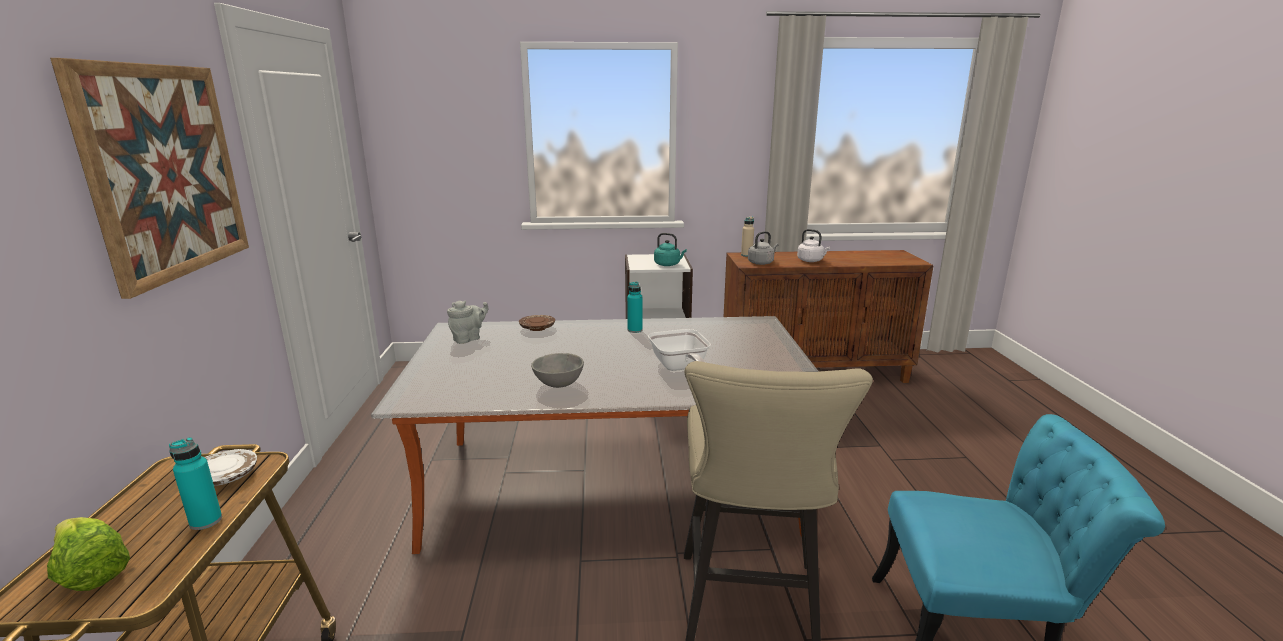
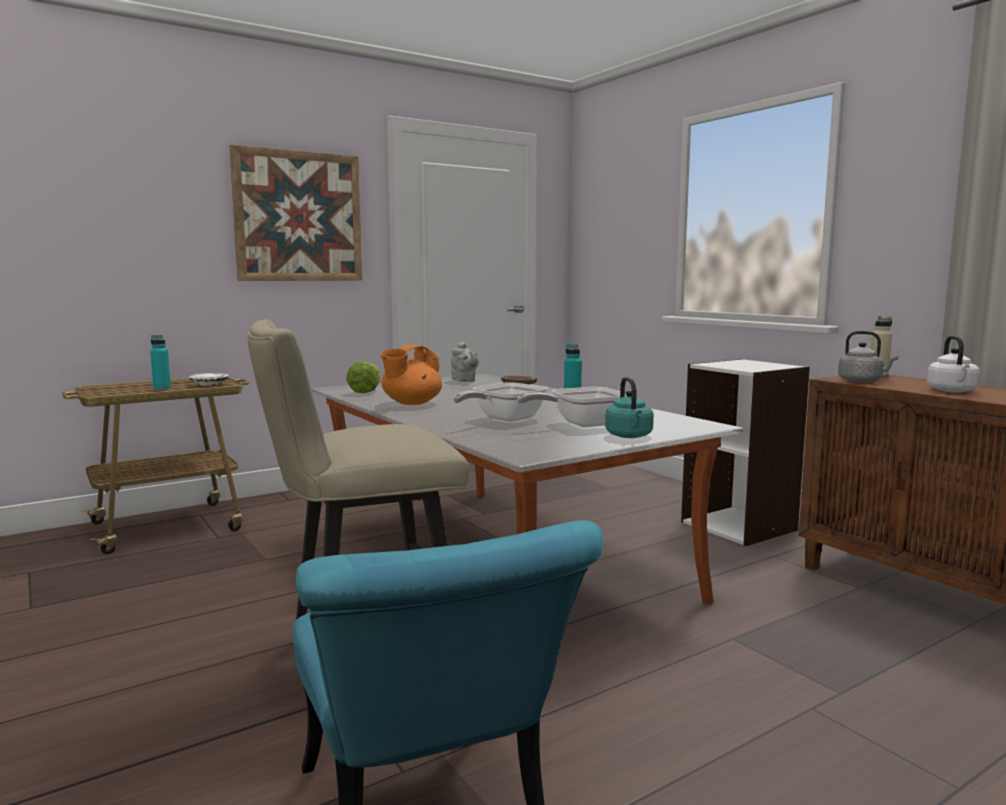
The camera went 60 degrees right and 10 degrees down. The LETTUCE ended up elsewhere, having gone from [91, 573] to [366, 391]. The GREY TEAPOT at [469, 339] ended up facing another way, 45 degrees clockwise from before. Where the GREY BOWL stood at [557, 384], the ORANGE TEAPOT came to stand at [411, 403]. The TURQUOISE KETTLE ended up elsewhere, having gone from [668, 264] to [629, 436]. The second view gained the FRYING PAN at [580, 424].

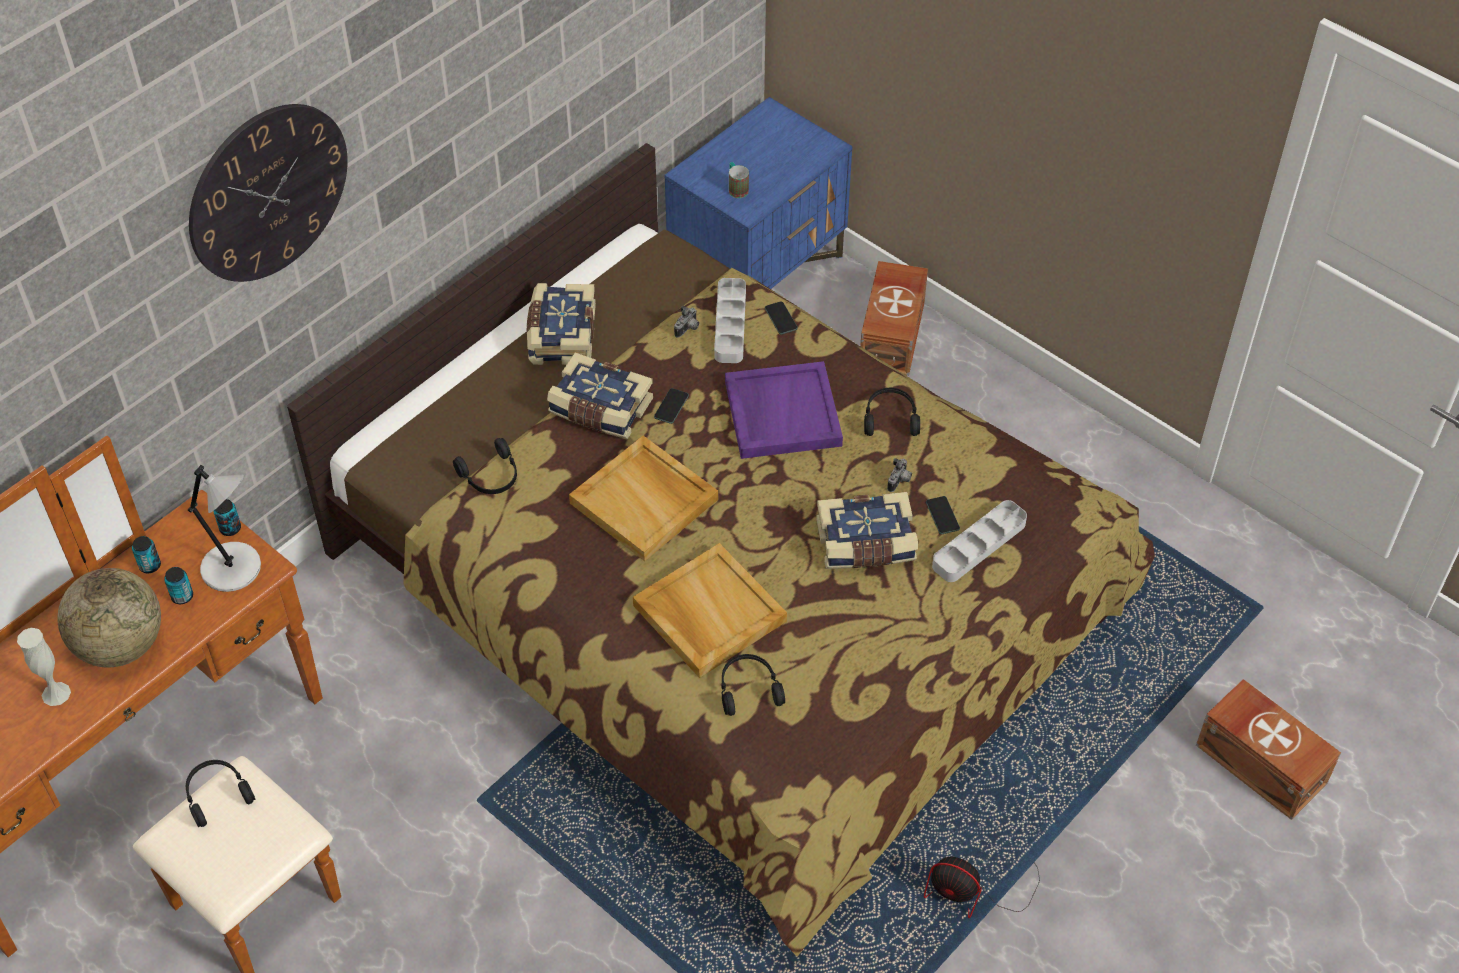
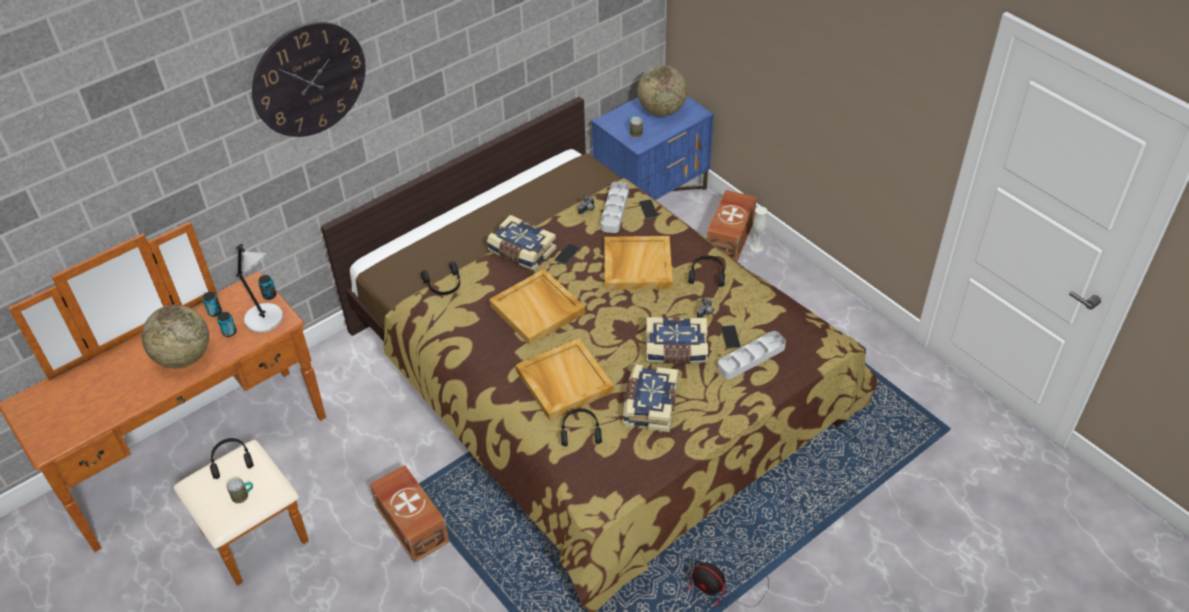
The camera went 10 degrees right and 5 degrees down. The WHITE VASE ended up elsewhere, having gone from [56, 694] to [757, 246]. The BOOK ended up elsewhere, having gone from [561, 335] to [649, 405]. What was the PURPLE TRAY at [781, 413] turned into the BEIGE TRAY at [637, 265]. The BROWN STORAGE BOX ended up elsewhere, having gone from [1260, 762] to [412, 522]. The second view gained the MUG at [244, 496]. The second view gained the GLOBE at [662, 111].

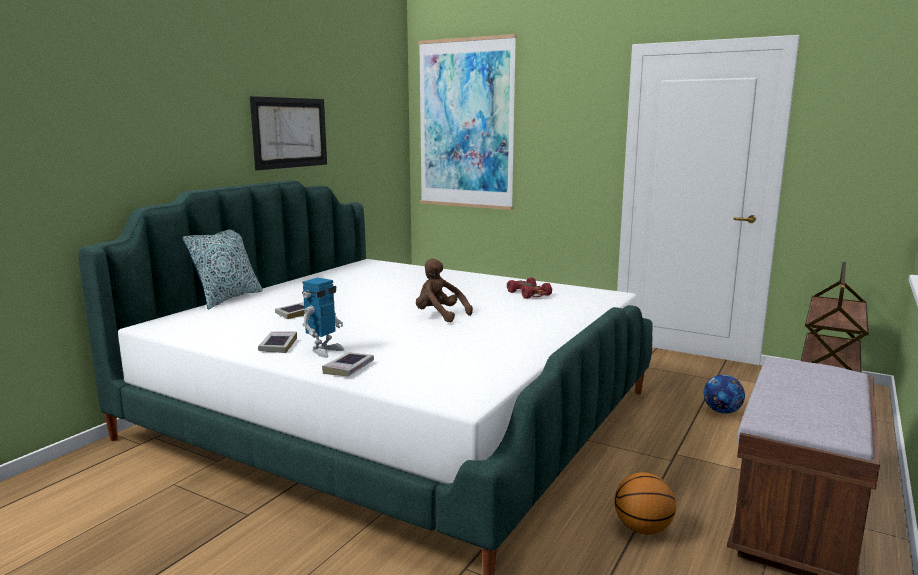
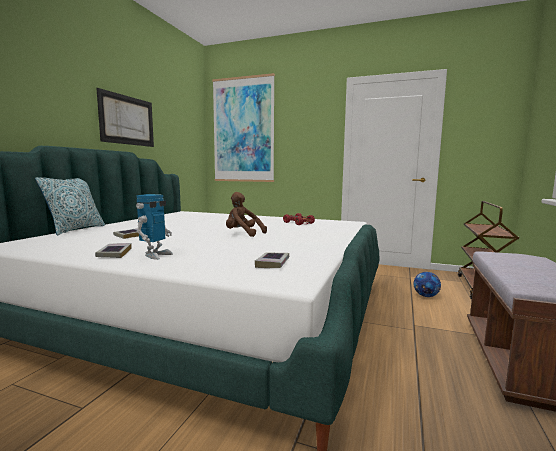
The camera went 10 degrees left and 5 degrees down. The BOOK ended up elsewhere, having gone from [348, 368] to [272, 263]. The second view lost the BASKETBALL at [643, 529].

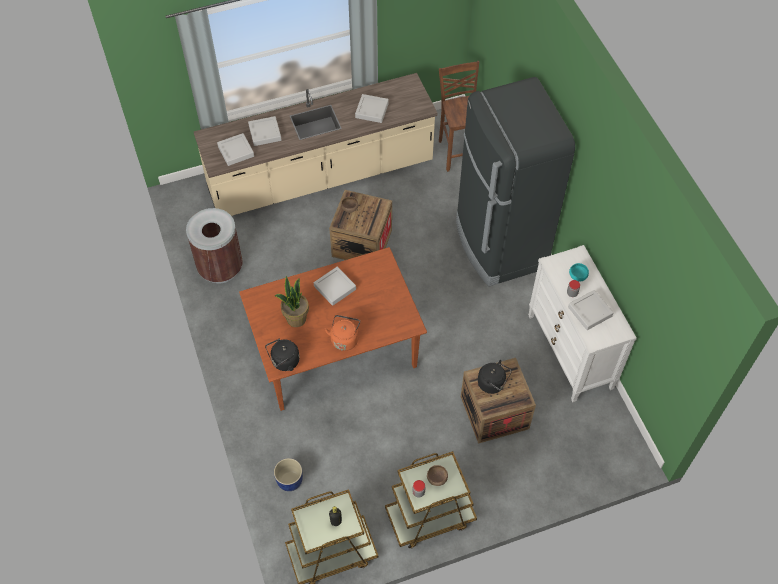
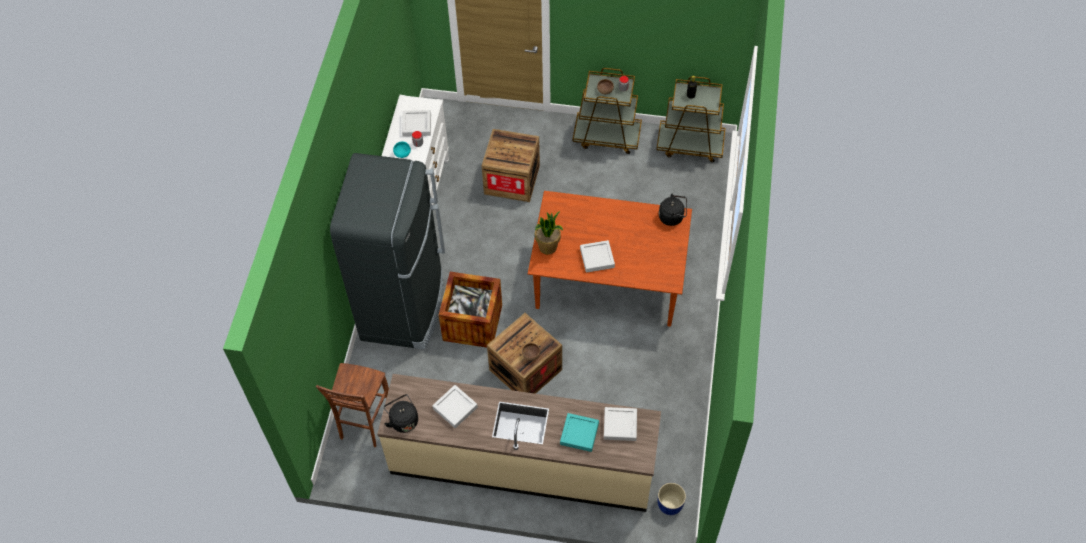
The camera went 150 degrees left and 0 degrees up. The second view lost the BROWN TRASH CAN at [220, 268]. What was the GREY TRAY at [265, 133] turned into the TURQUOISE TRAY at [579, 434]. The BLUE PLANTER ended up elsewhere, having gone from [289, 480] to [670, 505]. The POTTED PLANT ended up elsewhere, having gone from [296, 319] to [548, 247]. The second view lost the ORANGE KETTLE at [344, 339]. The BLACK KETTLE ended up elsewhere, having gone from [493, 384] to [403, 420]. The second view gained the CRATE at [472, 323].

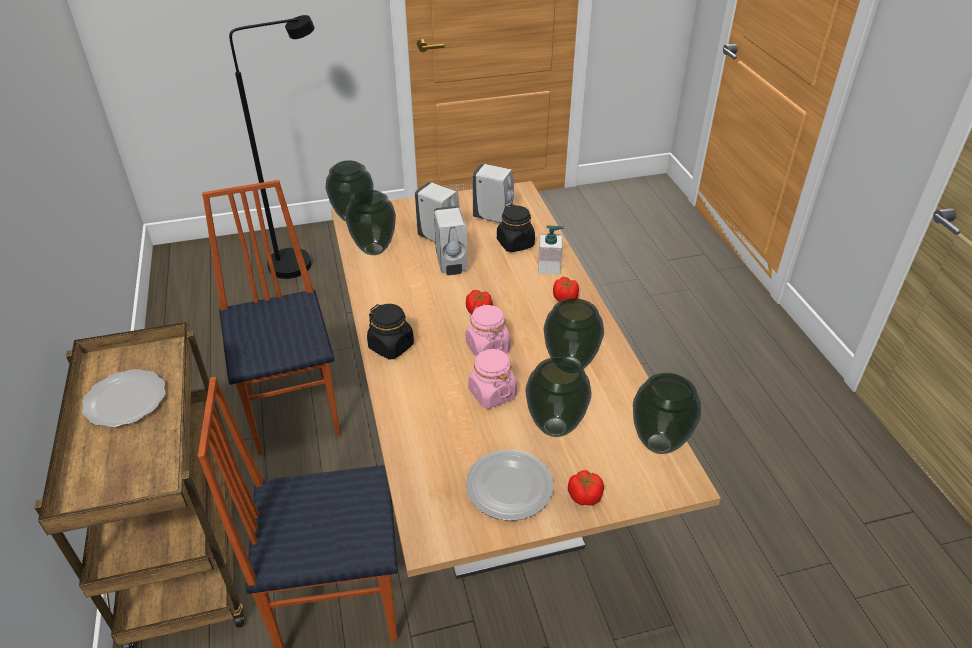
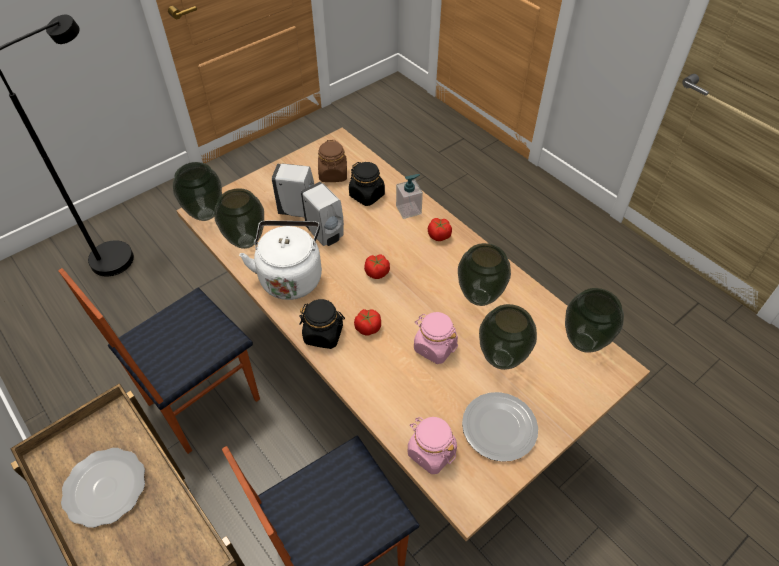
The camera went 25 degrees left and 10 degrees up. The CHAIR at [295, 410] ended up facing another way, 90 degrees counterclockwise from before. The PINK JAR ended up elsewhere, having gone from [487, 347] to [431, 452]. Where the WHITE SOAP DISPENSER stood at [494, 217], the BROWN JAR came to stand at [333, 174]. The TOMATO ended up elsewhere, having gone from [584, 496] to [367, 328]. The second view gained the WHITE KETTLE at [291, 276].

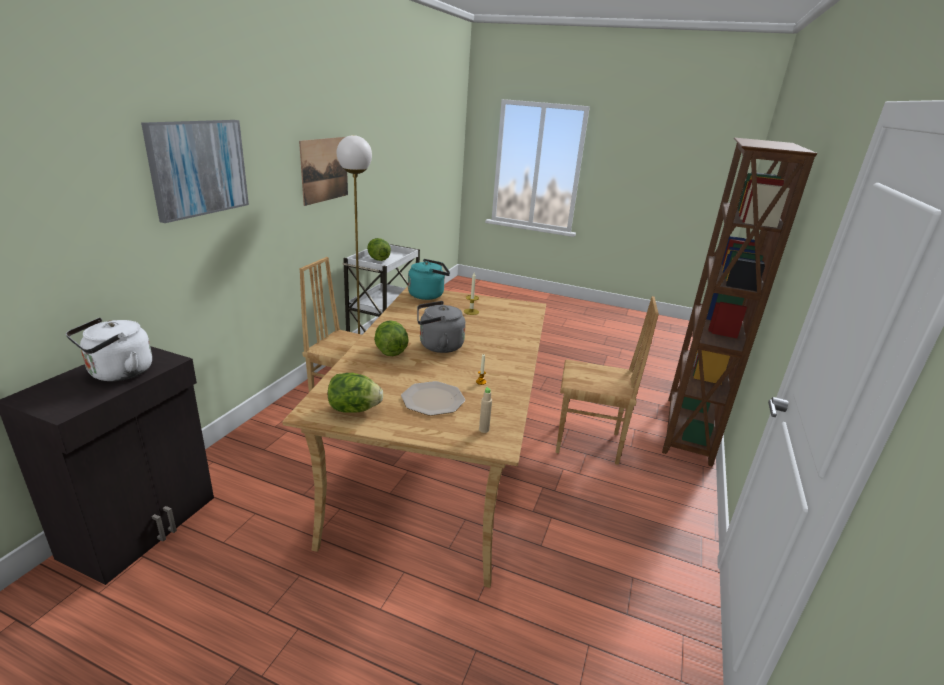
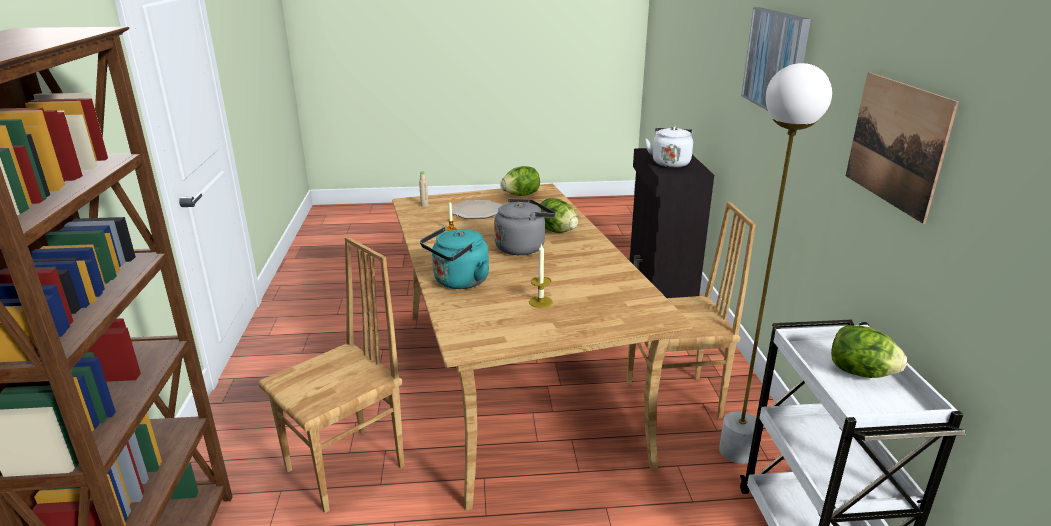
The camera went 155 degrees right and 0 degrees up. The TURQUOISE KETTLE ended up elsewhere, having gone from [428, 295] to [458, 282]. The BROWN CHAIR at [588, 444] ended up facing another way, 150 degrees clockwise from before.

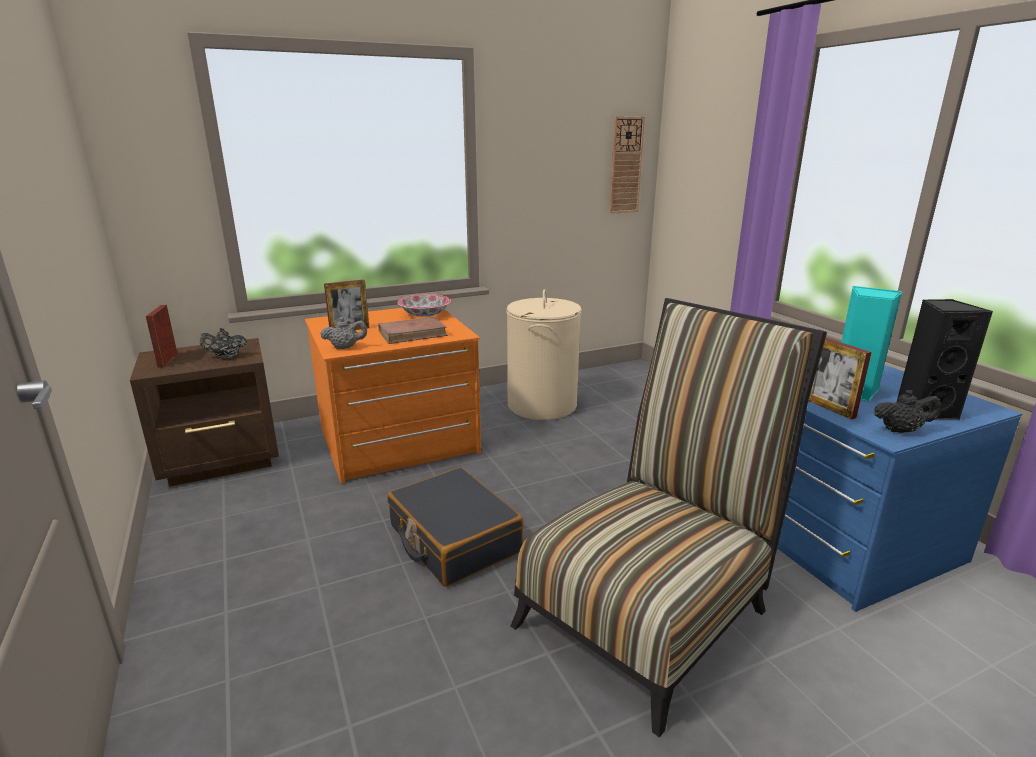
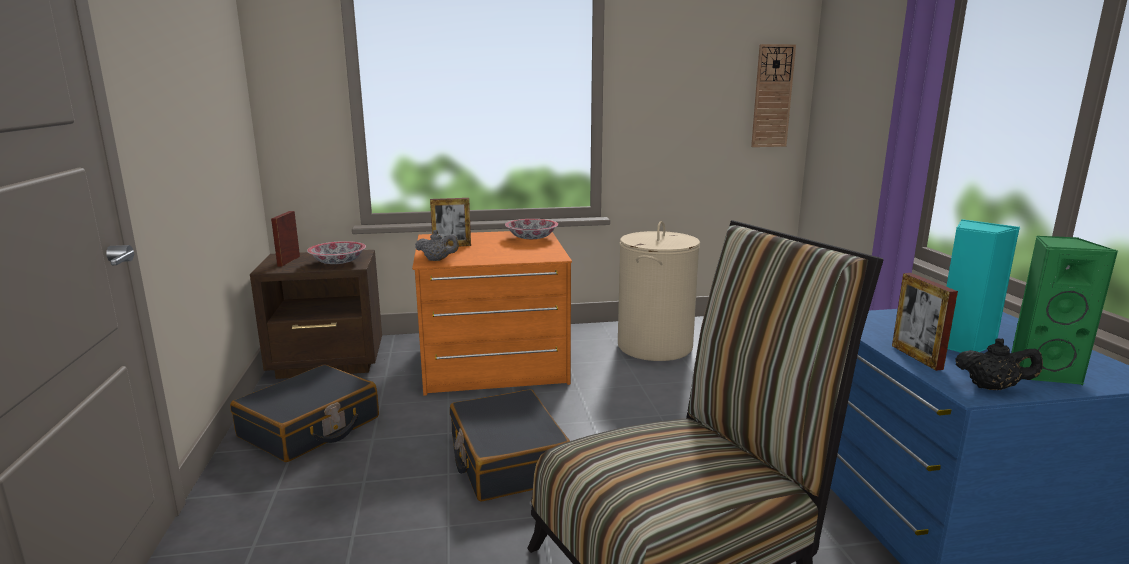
The camera went 15 degrees right and 5 degrees down. Where the BLACK TEAPOT stood at [226, 357], the BOWL came to stand at [337, 262]. The second view lost the BROWN BOOK at [413, 334]. What was the BLACK SPEAKER at [924, 411] turned into the GREEN SPEAKER at [1041, 372]. The second view gained the BLACK SUITCASE at [310, 428].

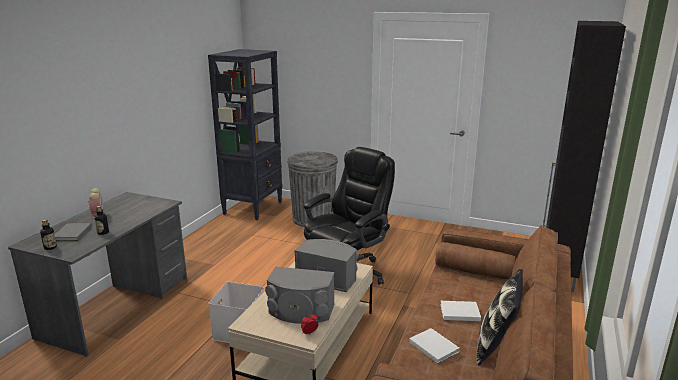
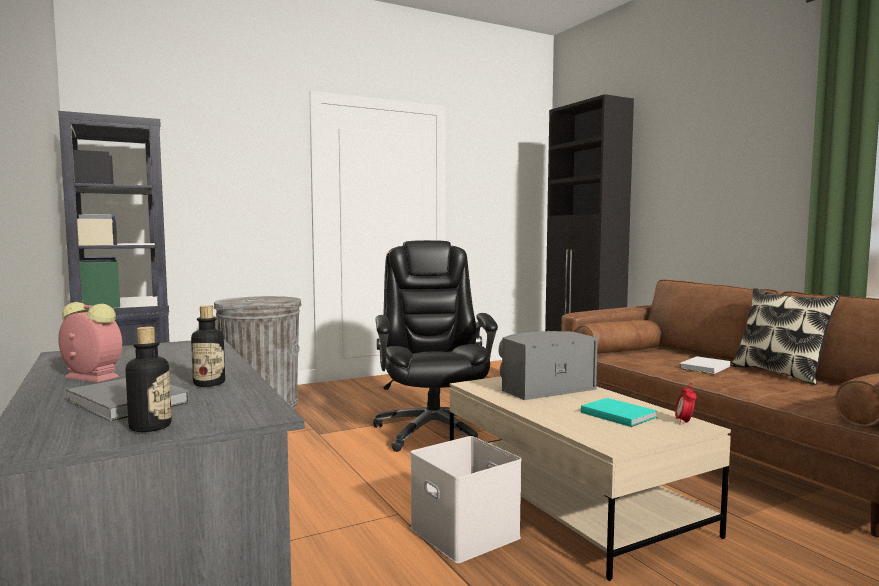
The camera went 50 degrees left and 15 degrees down. Where the GREY SPEAKER stood at [300, 311], the TURQUOISE BOOK came to stand at [617, 414]. The second view lost the WHITE BOOK at [433, 346].

